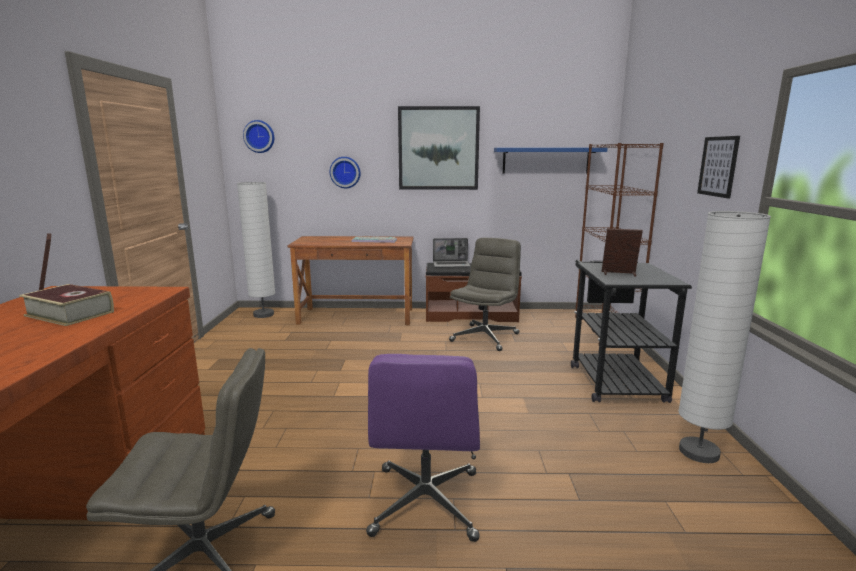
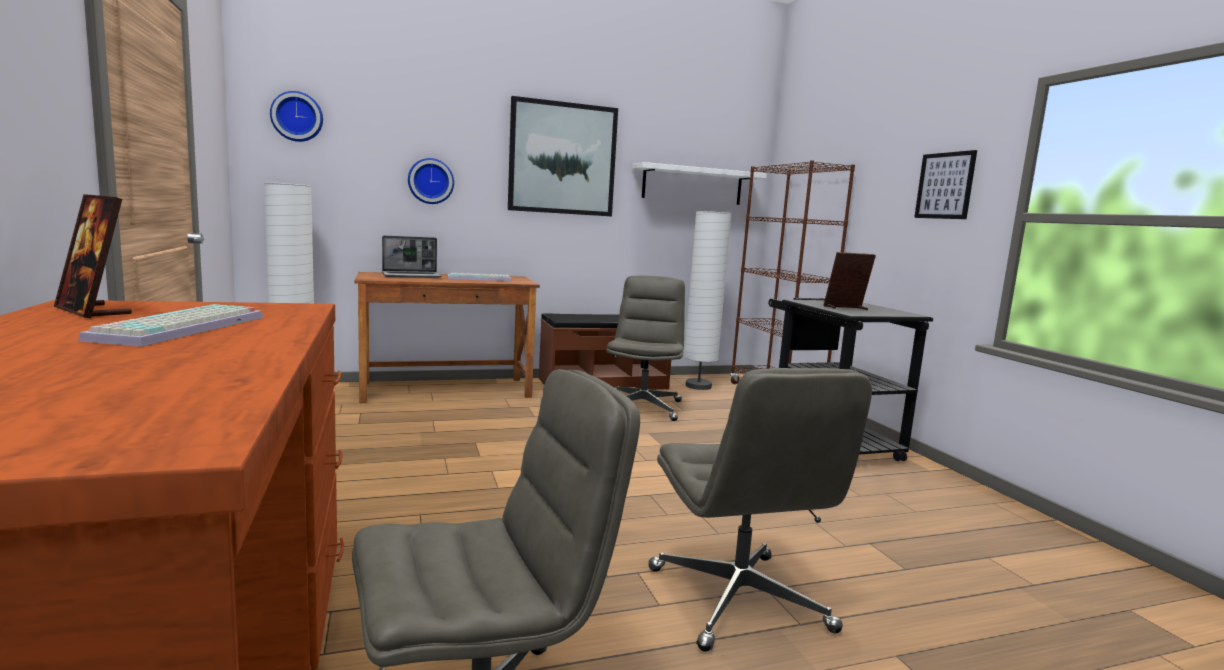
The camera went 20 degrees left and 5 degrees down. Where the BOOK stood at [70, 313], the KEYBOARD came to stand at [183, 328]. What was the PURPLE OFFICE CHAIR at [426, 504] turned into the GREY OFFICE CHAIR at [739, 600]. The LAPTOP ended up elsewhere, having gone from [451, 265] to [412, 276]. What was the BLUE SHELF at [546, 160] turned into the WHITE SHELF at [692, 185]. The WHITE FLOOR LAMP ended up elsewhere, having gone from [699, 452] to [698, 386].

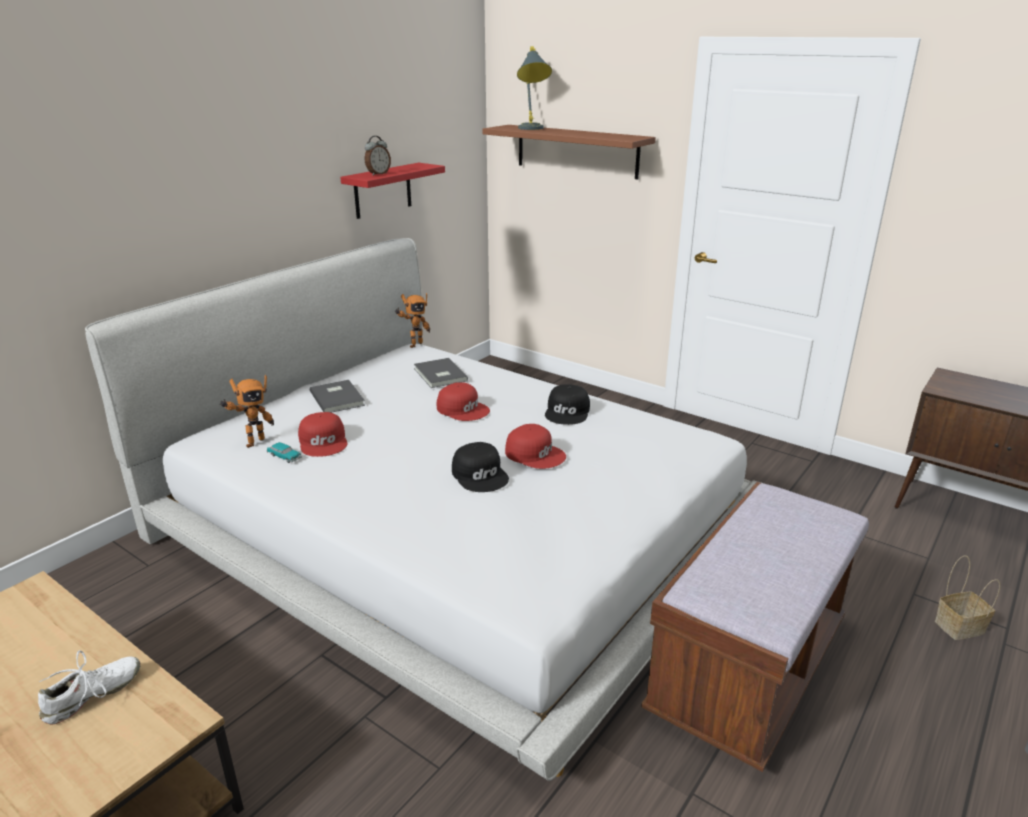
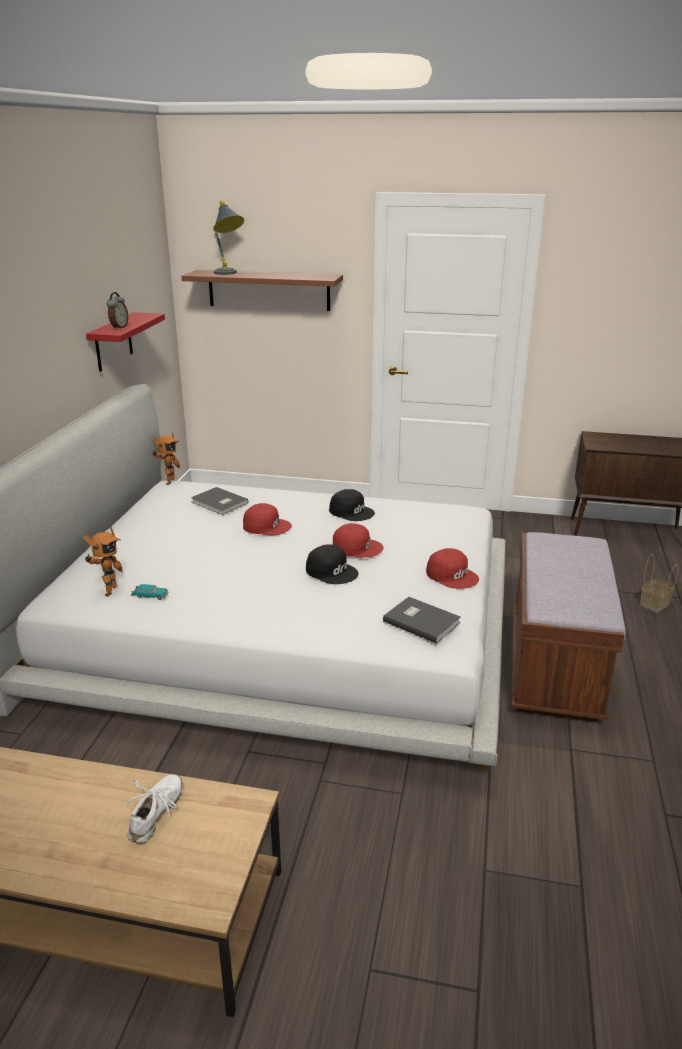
The camera went 25 degrees left and 0 degrees up. The RED CAP ended up elsewhere, having gone from [324, 442] to [452, 575]. The GREY BOOK ended up elsewhere, having gone from [338, 398] to [421, 620]. The BLACK CAP at [568, 412] ended up facing another way, 45 degrees counterclockwise from before.

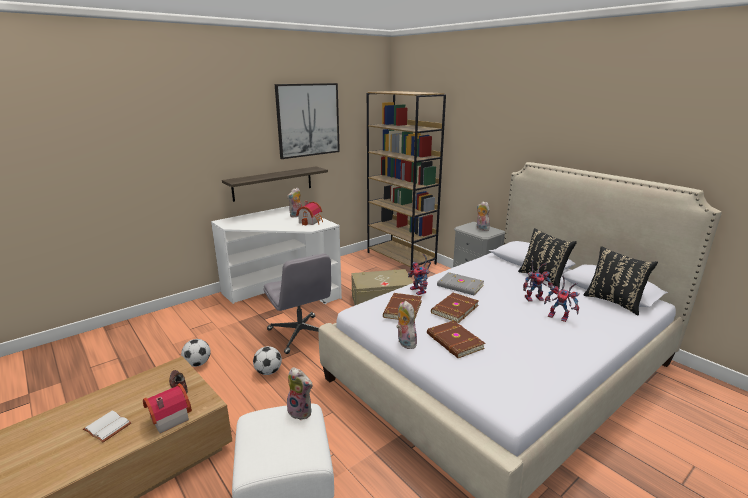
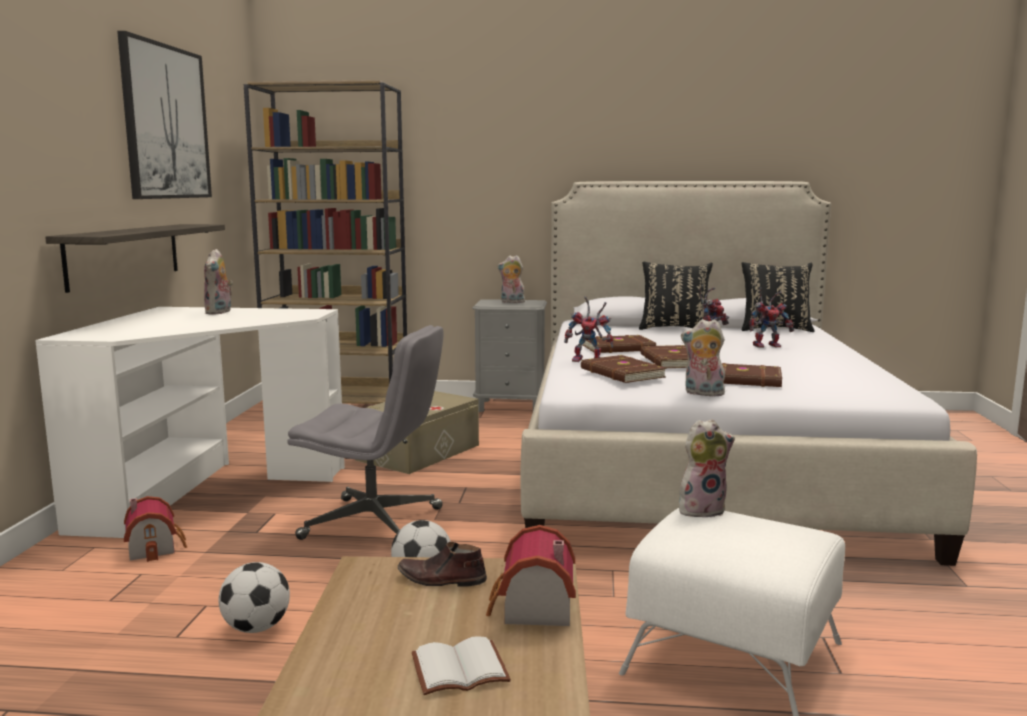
The camera went 45 degrees left and 10 degrees down. The TOY HOUSE ended up elsewhere, having gone from [311, 221] to [155, 547]. What was the GREY BOOK at [460, 286] turned into the BROWN BOOK at [619, 348].

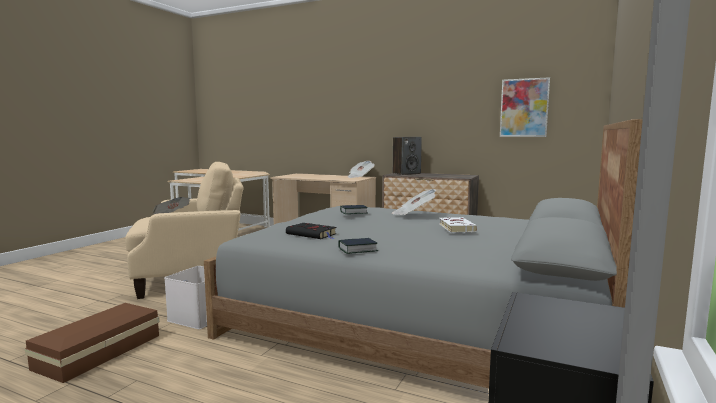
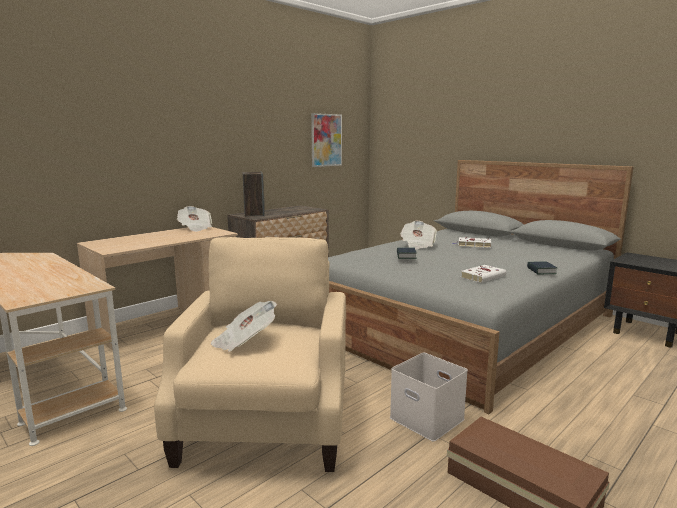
The camera went 70 degrees left and 5 degrees up. What was the BLACK BOOK at [312, 234] turned into the WHITE BOOK at [483, 276].

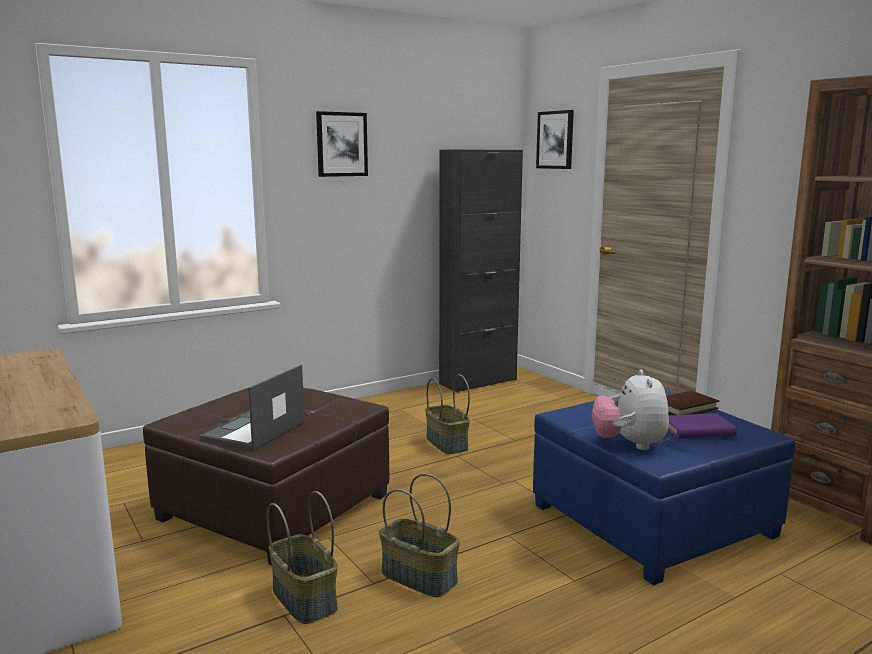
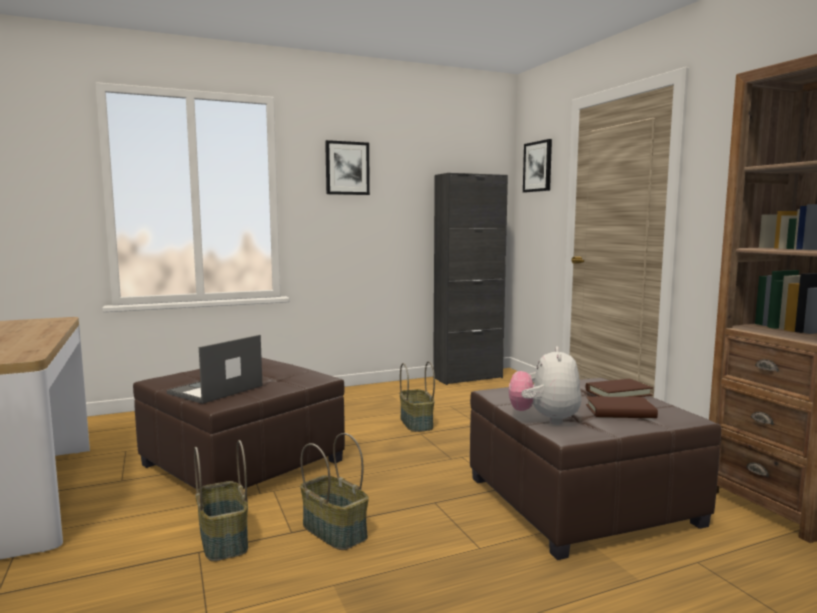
The camera went 10 degrees right and 5 degrees down. What was the BLUE OTTOMAN at [654, 520] turned into the BROWN OTTOMAN at [582, 501]. What was the PURPLE BOOK at [697, 430] turned into the BROWN BOOK at [620, 411].

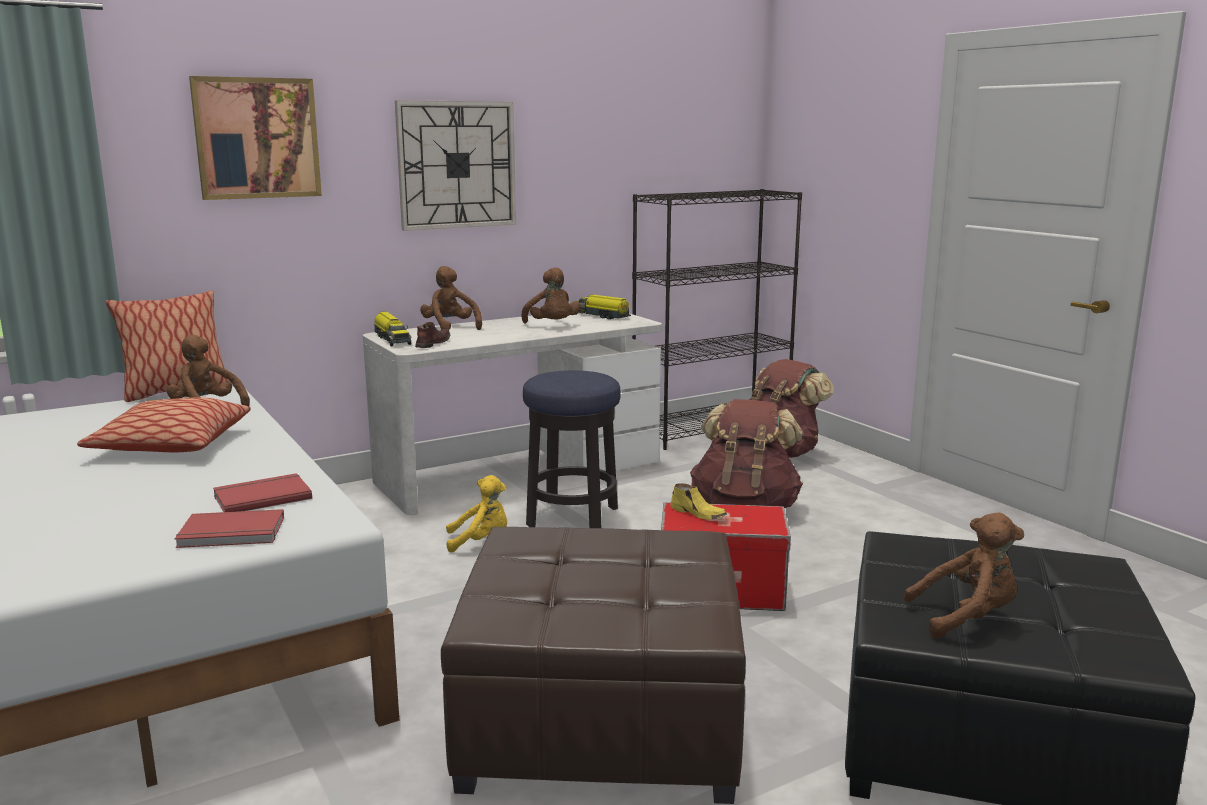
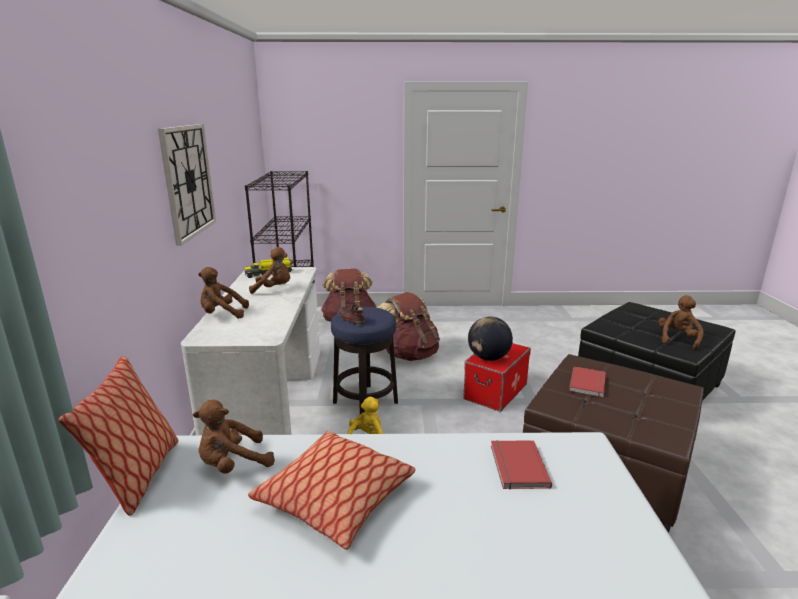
The camera went 60 degrees left and 5 degrees up. The RED BOOK ended up elsewhere, having gone from [231, 534] to [589, 383]. The second view lost the PICTURE at [257, 138]. The second view lost the TOY TRUCK at [392, 339]. The BROWN SHOE ended up elsewhere, having gone from [432, 343] to [351, 319]. Where the YELLOW SHOE stood at [698, 514], the GLOBE came to stand at [488, 358].

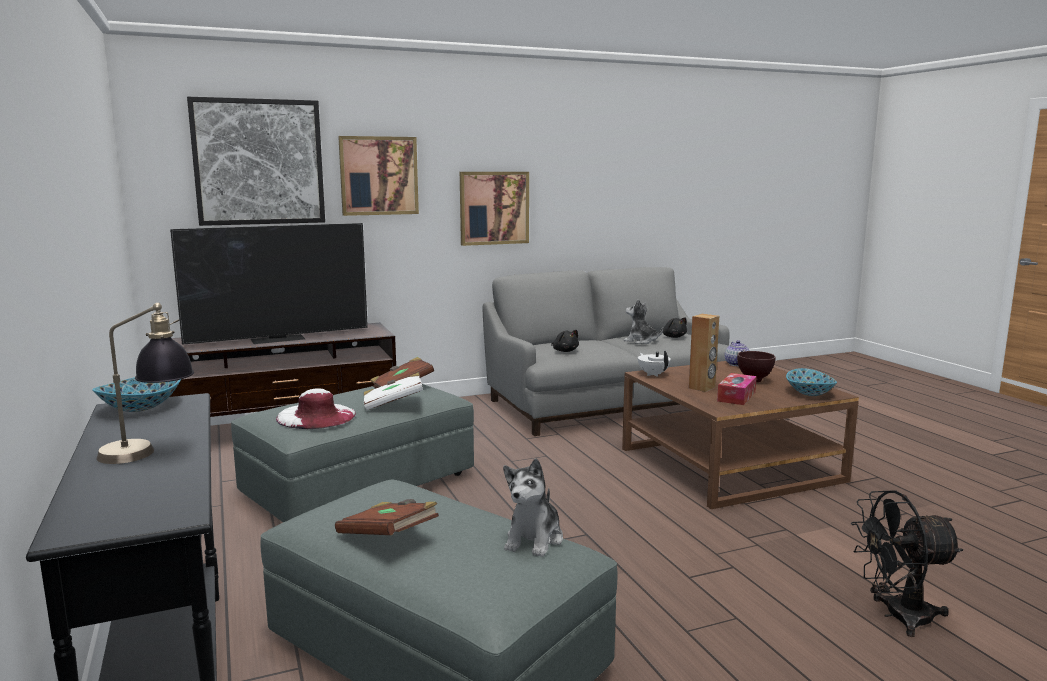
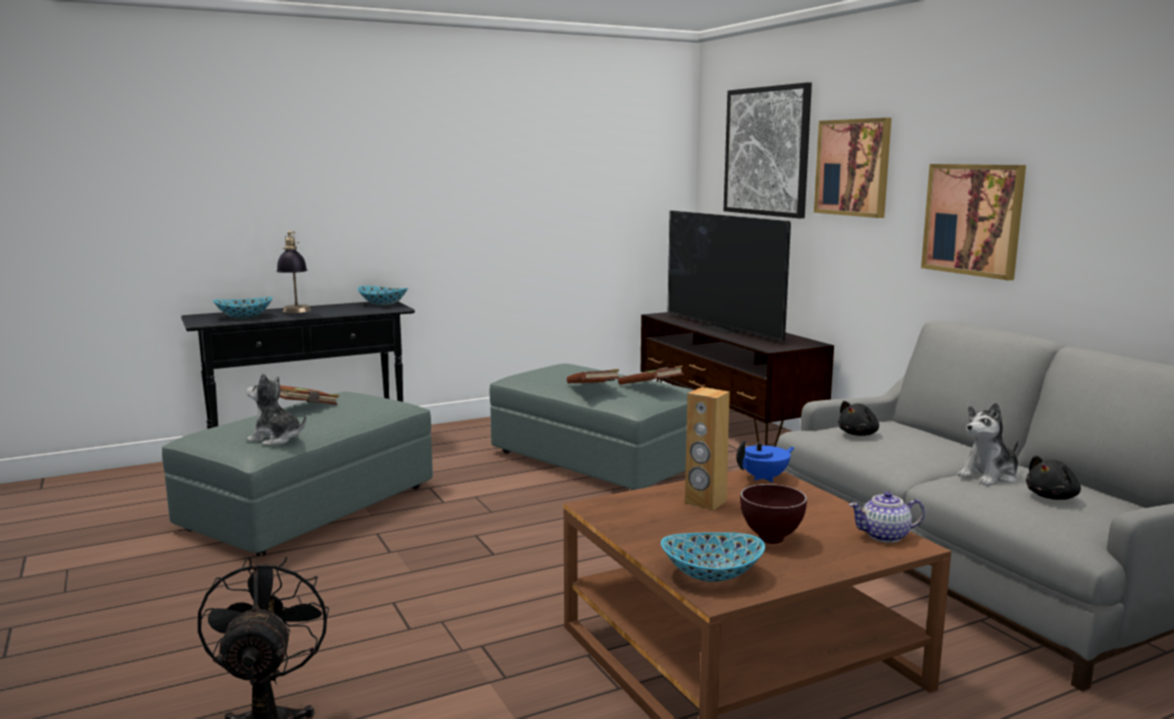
The camera went 85 degrees right and 0 degrees up. The second view lost the WHITE HAT at [316, 416]. What was the WHITE BOOK at [393, 404] turned into the BROWN BOOK at [593, 389]. The PLUSH TOY at [641, 341] ended up facing another way, 150 degrees counterclockwise from before. What was the WHITE TEAPOT at [653, 374] turned into the BLUE TEAPOT at [764, 478]. The second view lost the TISSUE BOX at [736, 396]. The second view gained the BOWL at [244, 317].

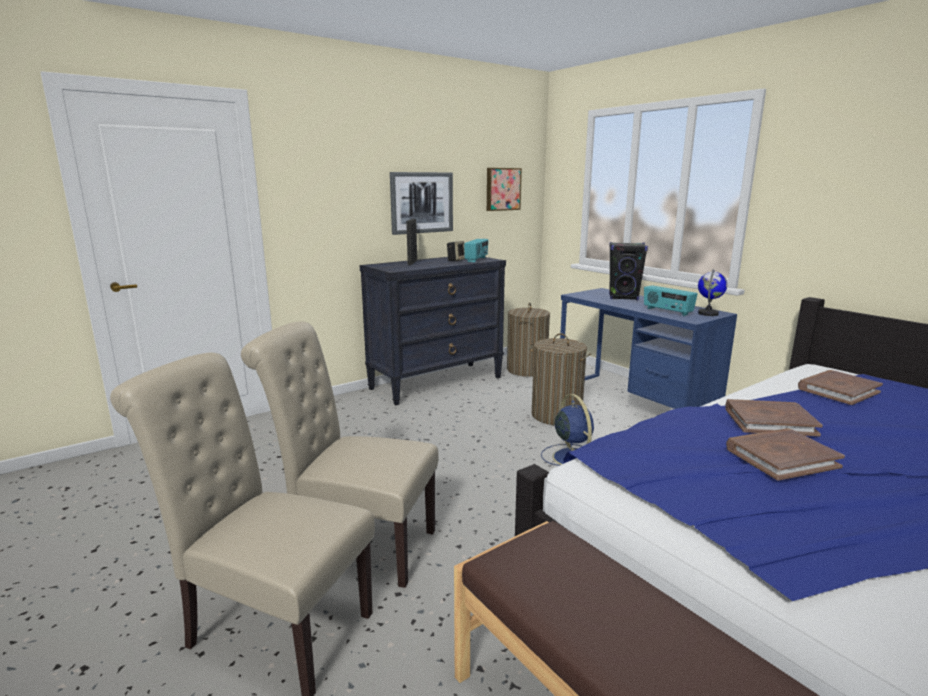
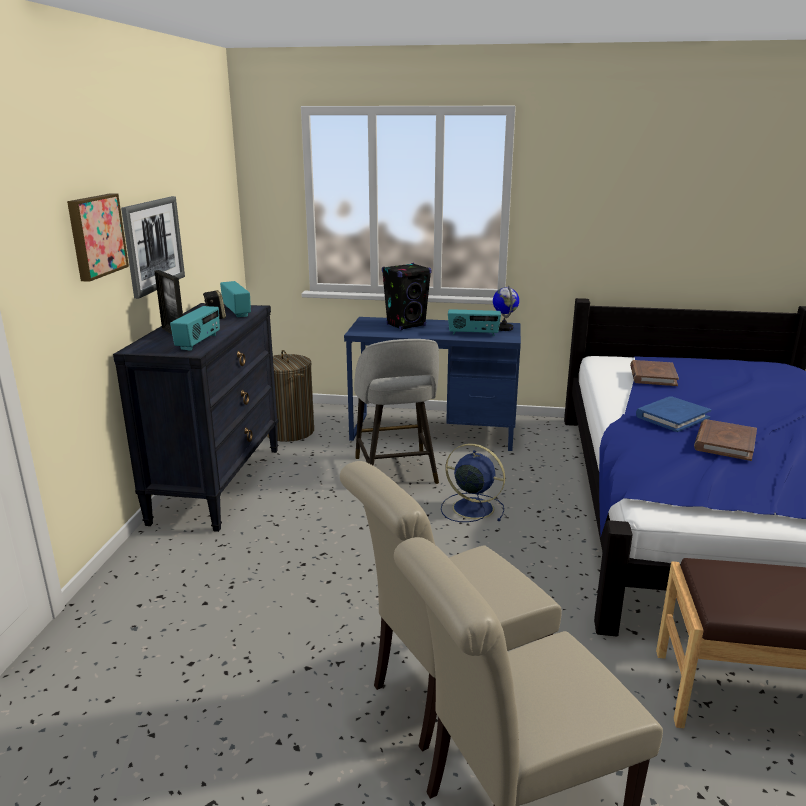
The camera went 45 degrees left and 5 degrees up. The PICTURE ended up elsewhere, having gone from [502, 189] to [95, 236]. Where the LAUNDRY BASKET stood at [556, 415], the GREY STOOL came to stand at [396, 472]. What was the BROWN BOOK at [769, 421] turned into the BLUE BOOK at [672, 417]. The second view gained the RADIO at [199, 342].

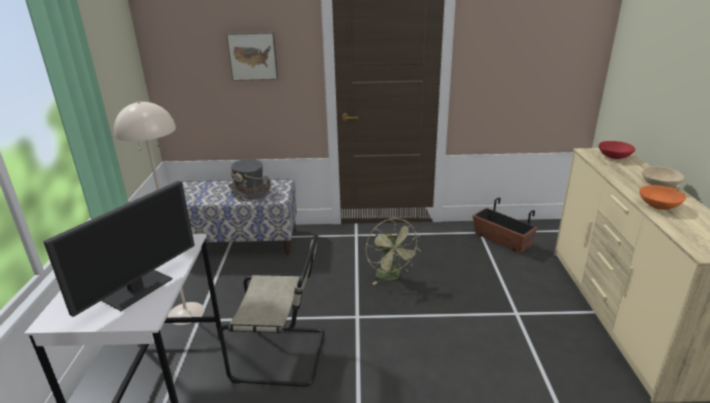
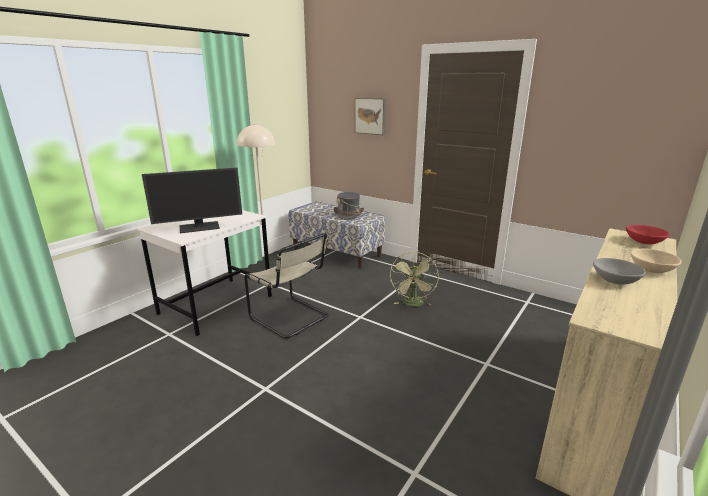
The camera went 35 degrees right and 5 degrees down. The second view lost the PLANTER at [502, 240]. What was the ORANGE BOWL at [659, 206] turned into the GREY BOWL at [615, 280].

